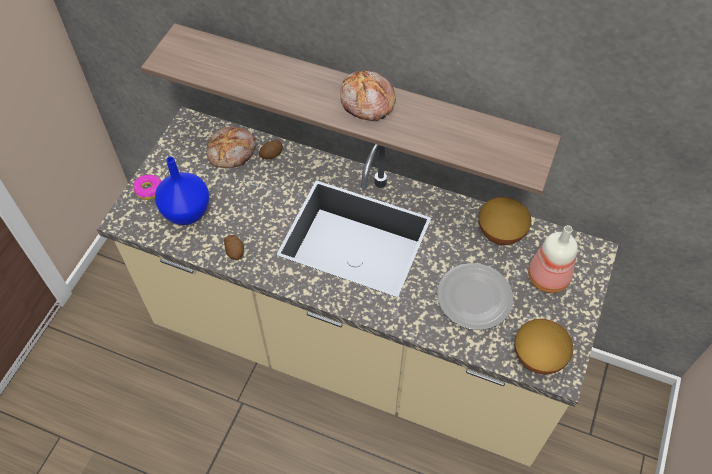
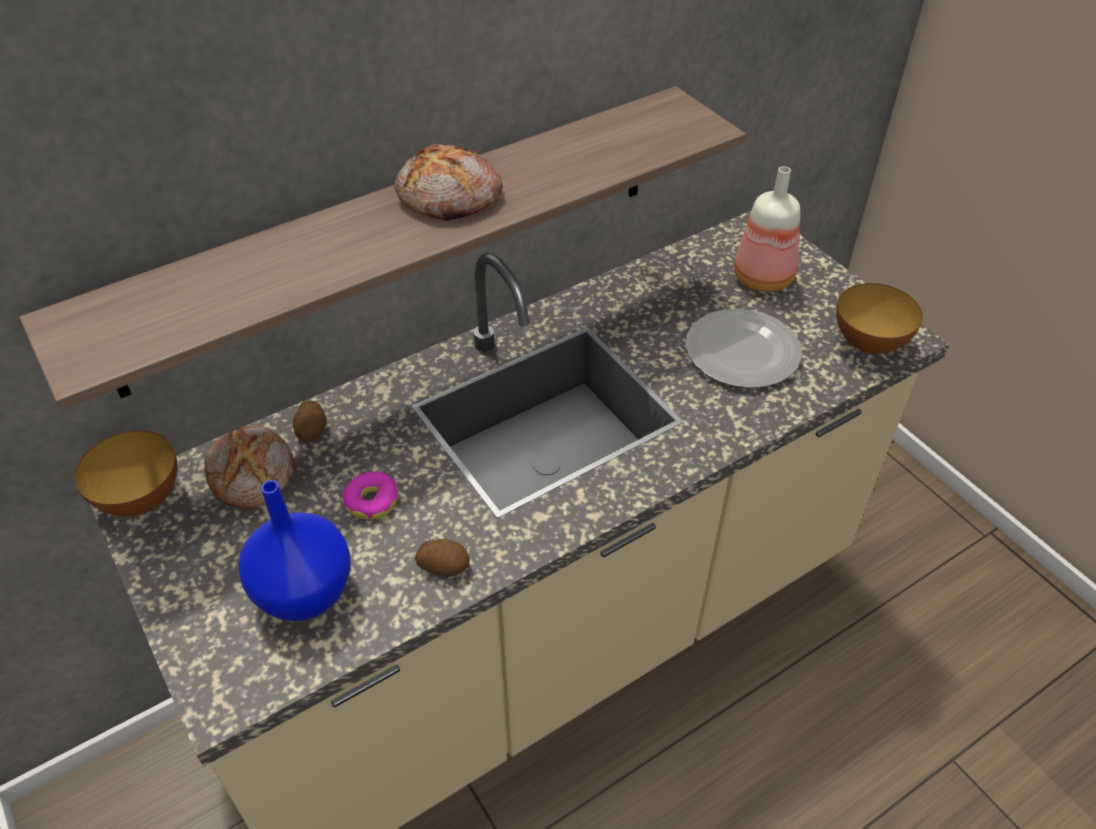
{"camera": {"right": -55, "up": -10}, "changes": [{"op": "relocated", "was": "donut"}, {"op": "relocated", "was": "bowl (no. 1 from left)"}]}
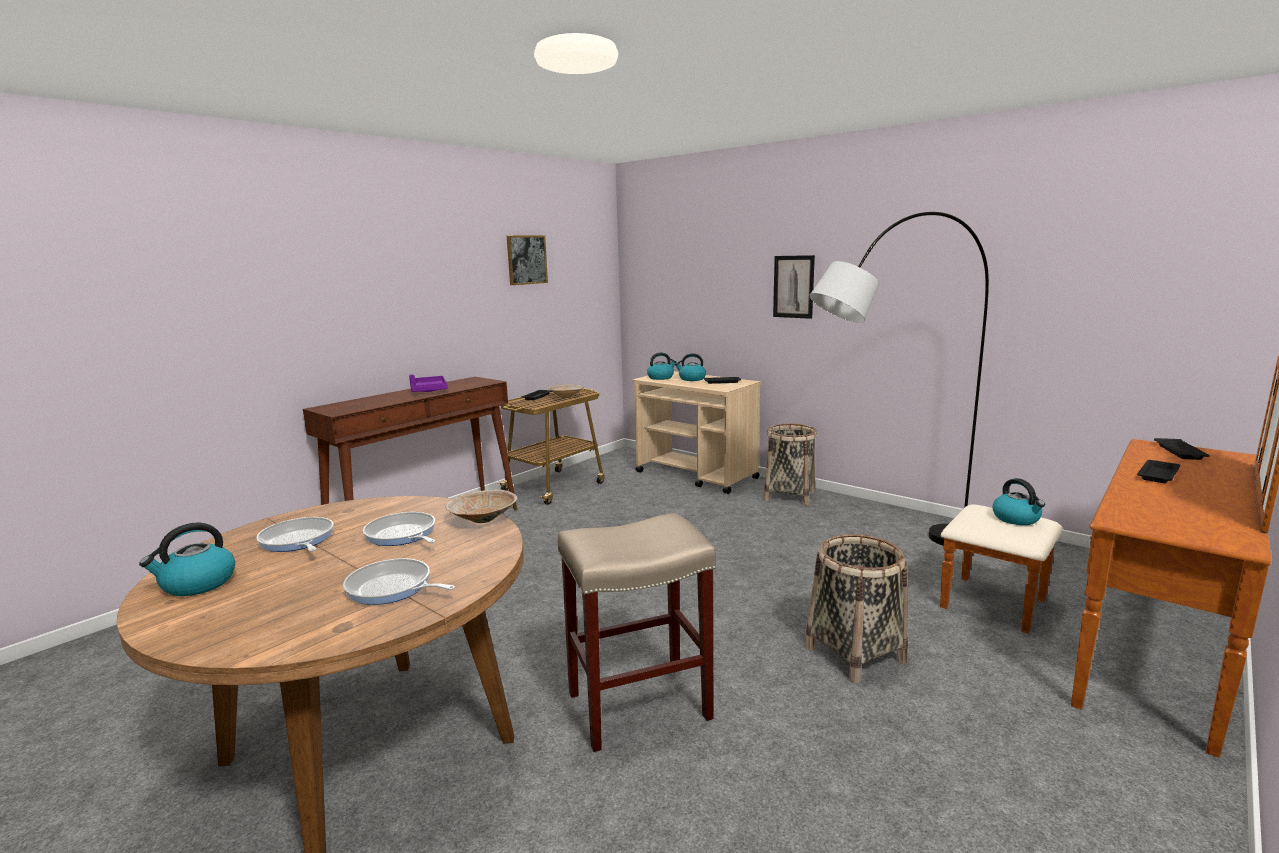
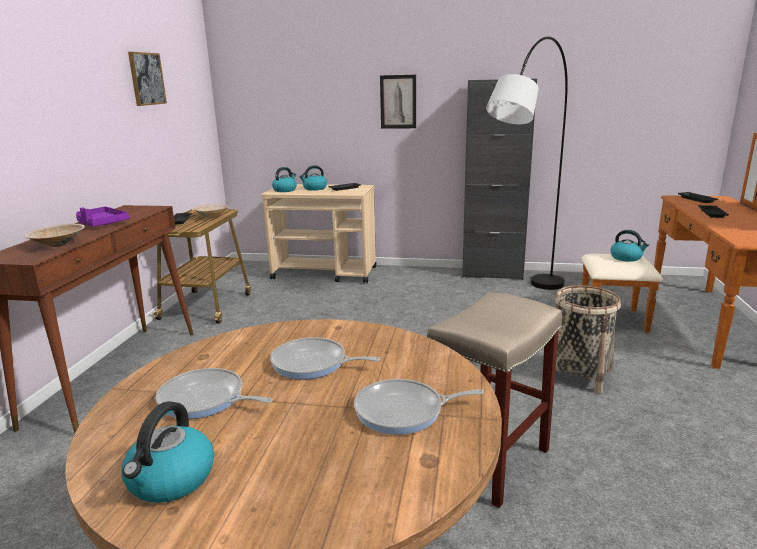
{"camera": {"right": -30, "up": 5}, "changes": [{"op": "relocated", "was": "beige bowl (no. 1 from left)"}, {"op": "missing", "was": "basket (no. 1 from left)"}, {"op": "appeared", "now": "black cabinet"}]}
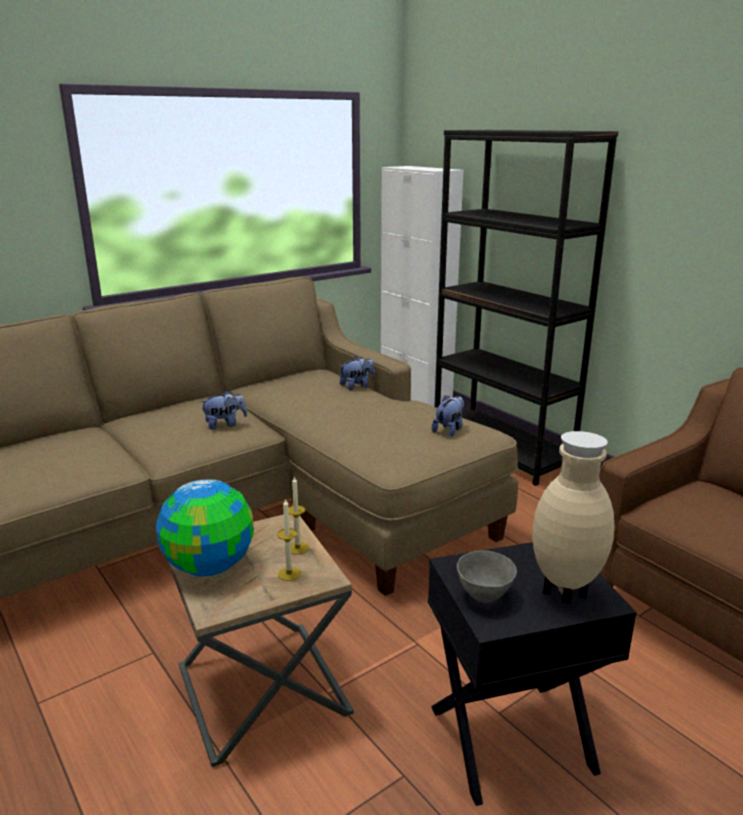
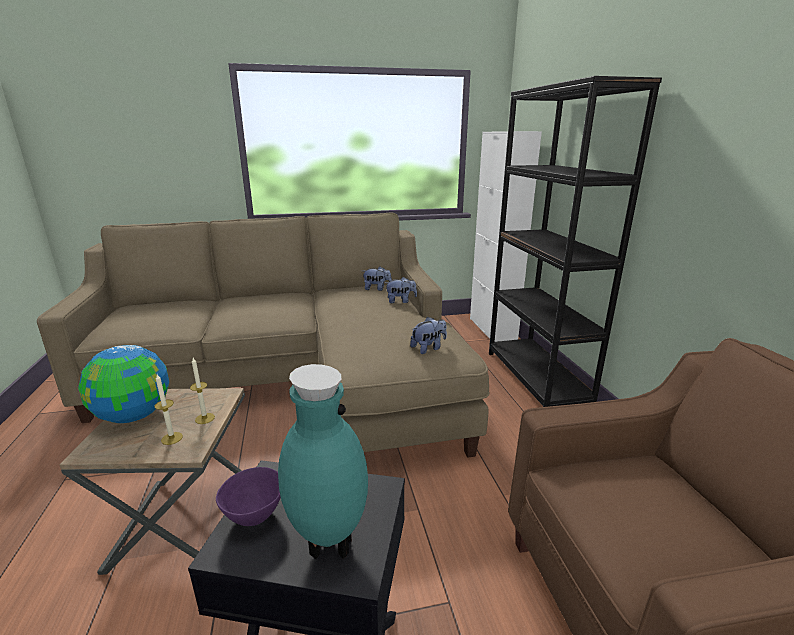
{"camera": {"right": 25, "up": 0}, "changes": [{"op": "relocated", "was": "plush toy (no. 1 from left)"}, {"op": "colour", "was": "grey bowl", "now": "purple bowl"}, {"op": "colour", "was": "beige vase", "now": "turquoise vase"}]}
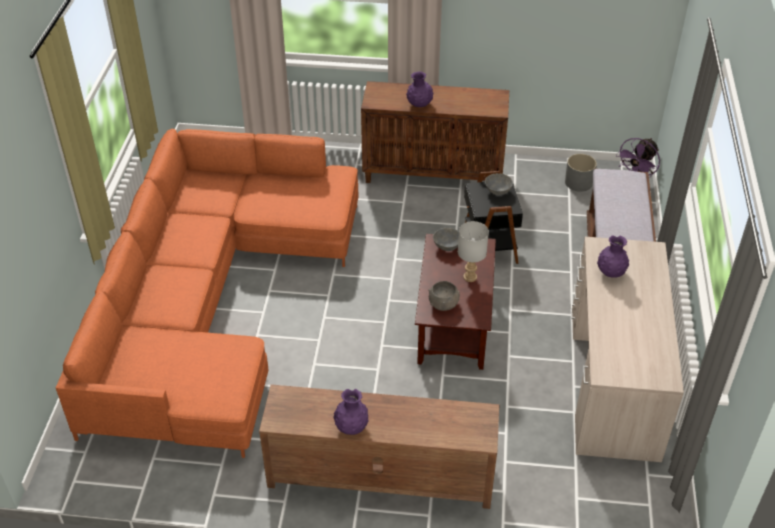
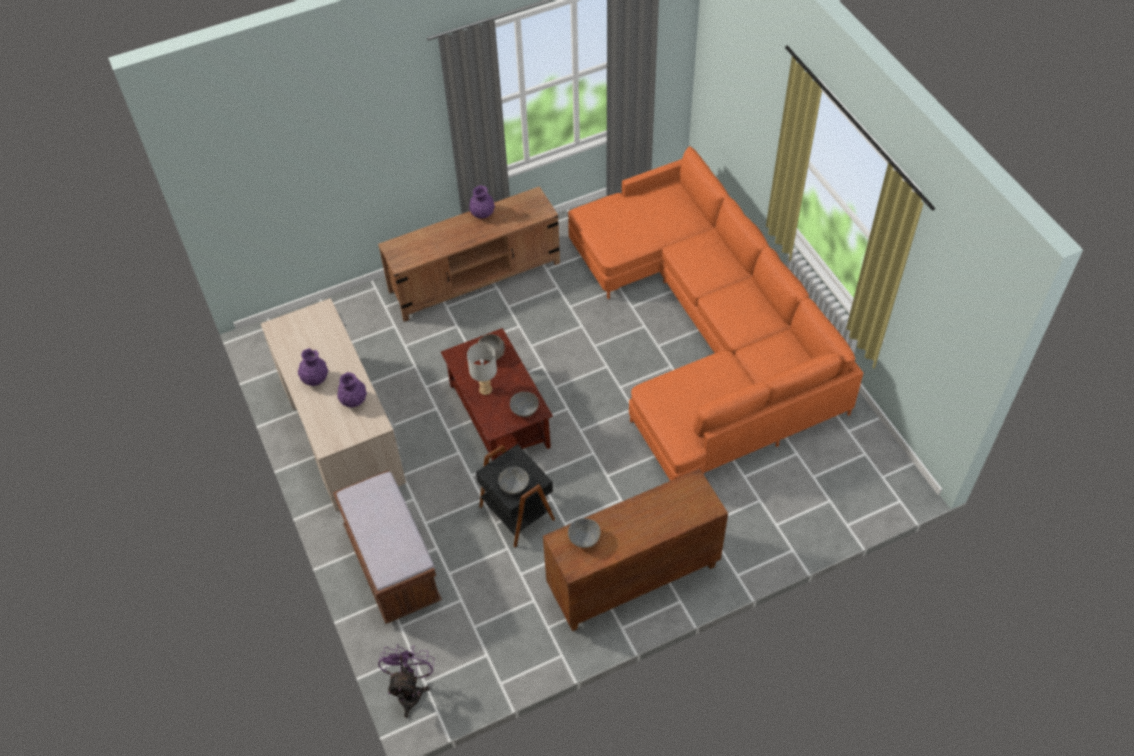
{"camera": {"right": 150, "up": 10}, "changes": [{"op": "relocated", "was": "purple vase (no. 2 from left in the first image)", "now": "purple vase (no. 1 from left)"}, {"op": "missing", "was": "grey planter"}, {"op": "appeared", "now": "grey bowl (no. 4 from left)"}]}
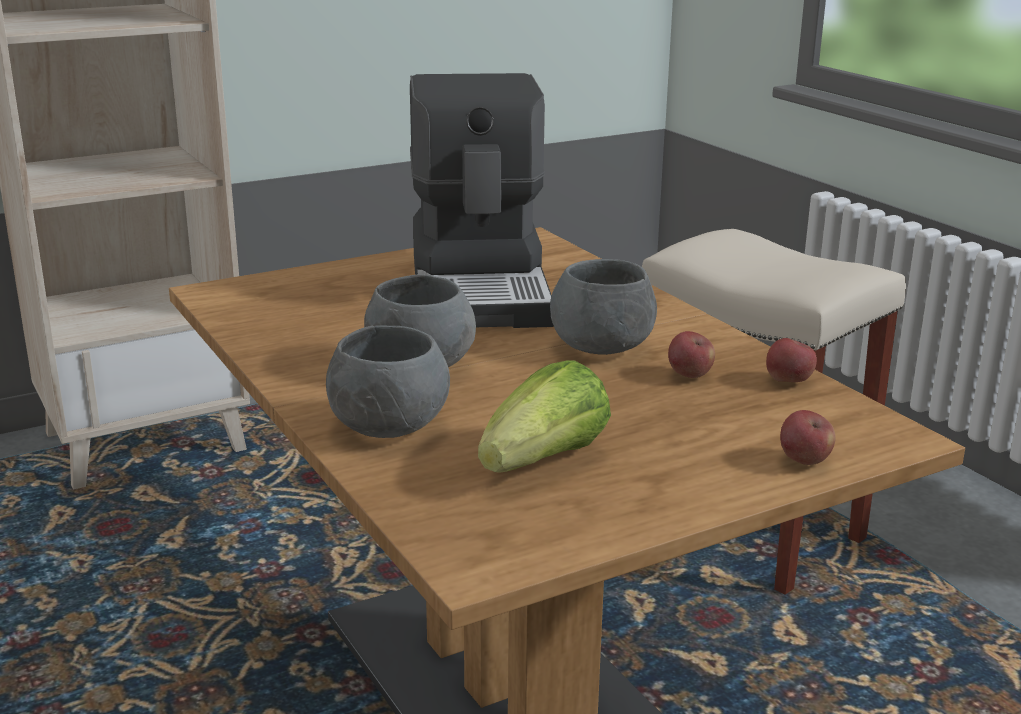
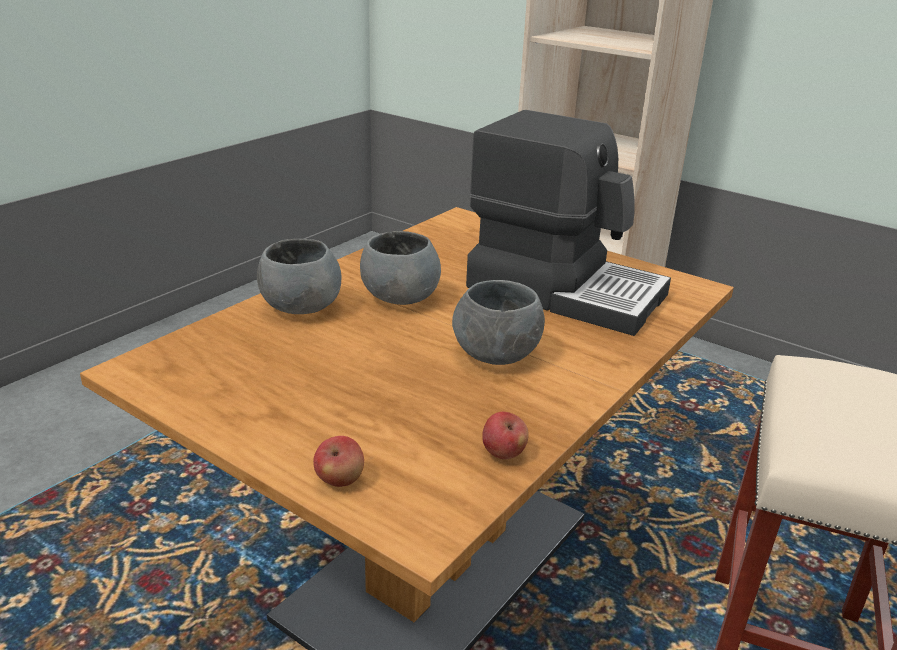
{"camera": {"right": 65, "up": 5}, "changes": [{"op": "spun", "was": "coffee machine", "clockwise": -120}, {"op": "missing", "was": "lettuce"}, {"op": "missing", "was": "apple (no. 1 from left)"}]}
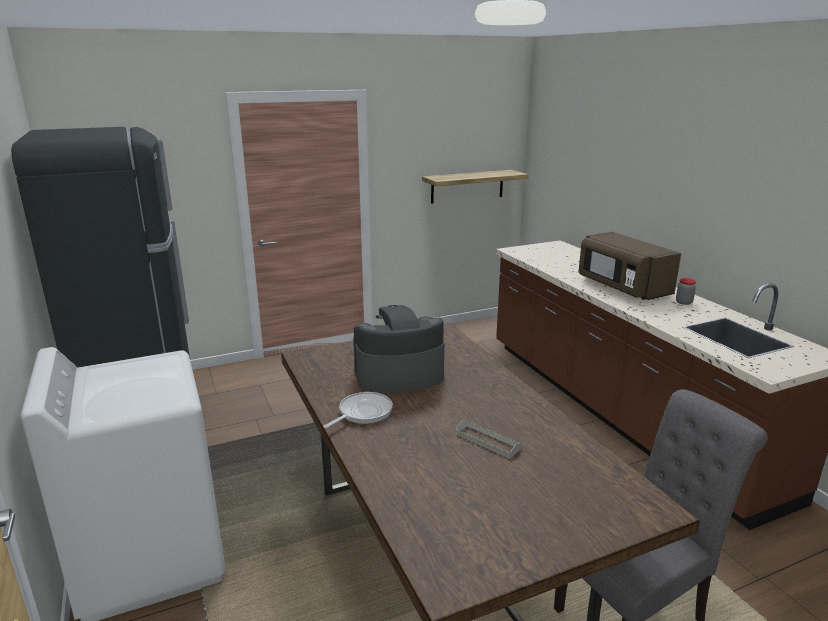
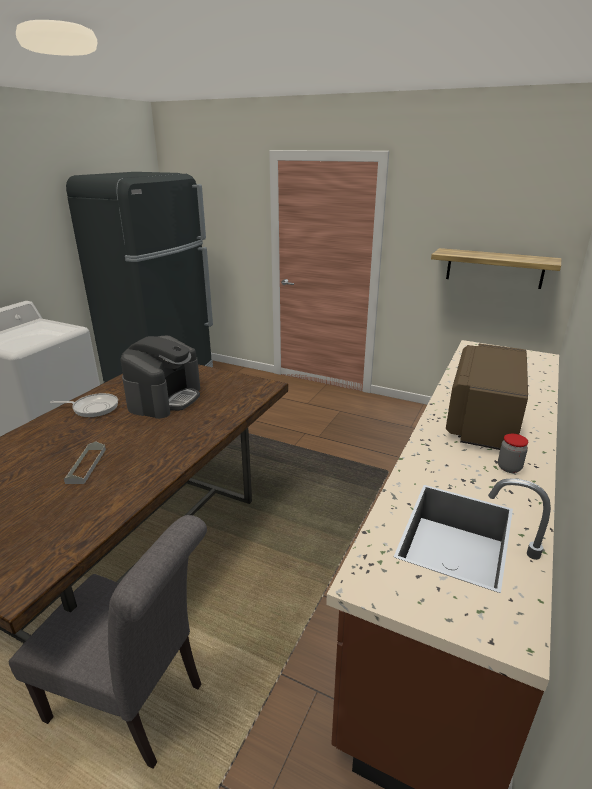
{"camera": {"right": 50, "up": 5}, "changes": [{"op": "spun", "was": "coffee machine", "clockwise": 75}]}
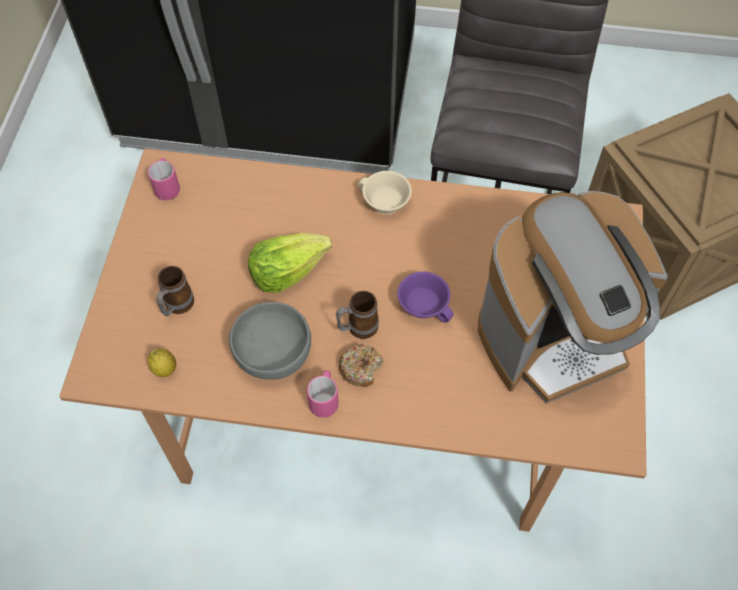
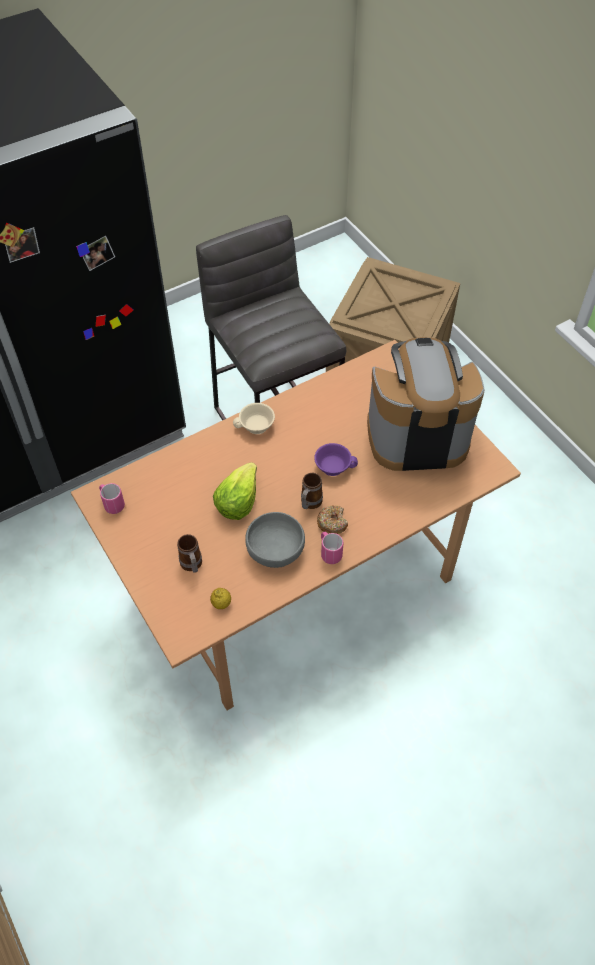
{"camera": {"right": -40, "up": -5}, "changes": [{"op": "spun", "was": "coffee machine", "clockwise": -120}]}
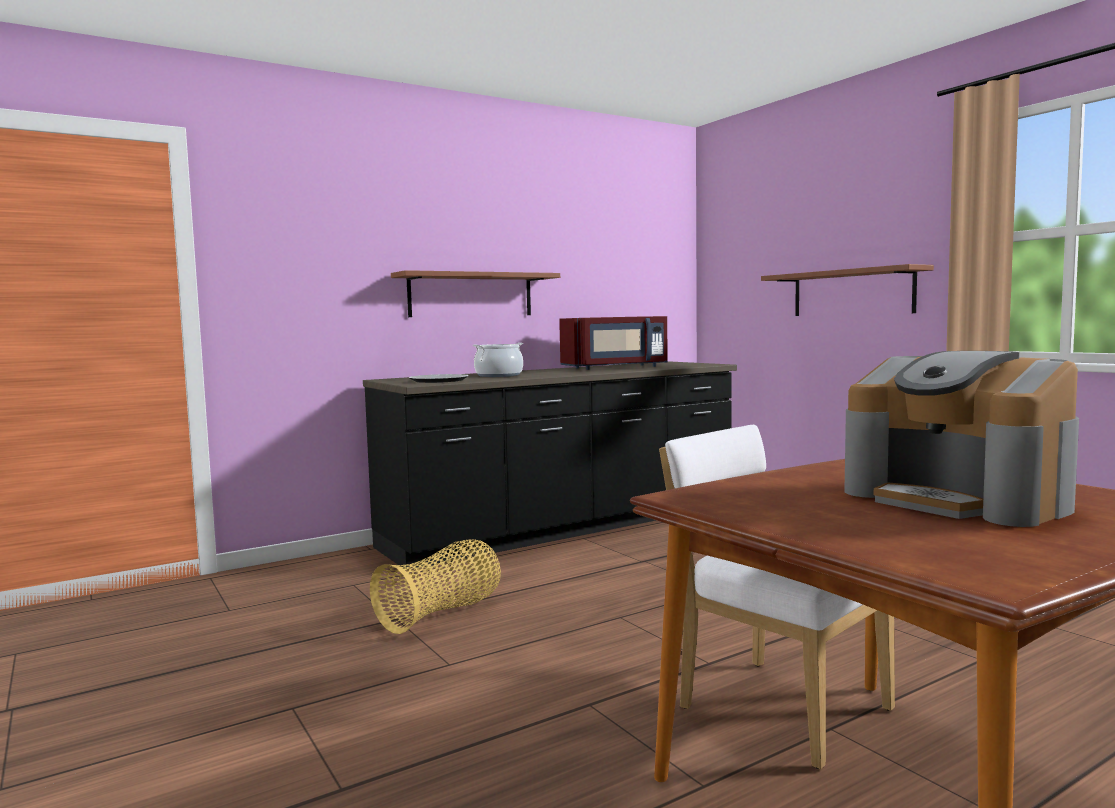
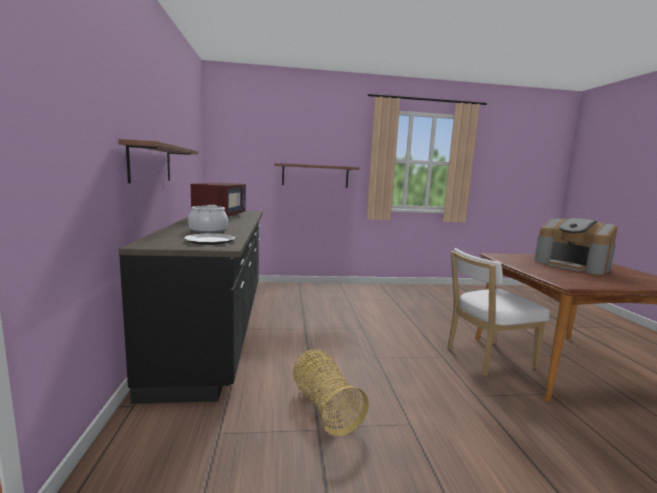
{"camera": {"right": -65, "up": 5}, "changes": [{"op": "spun", "was": "coffee machine", "clockwise": 60}]}
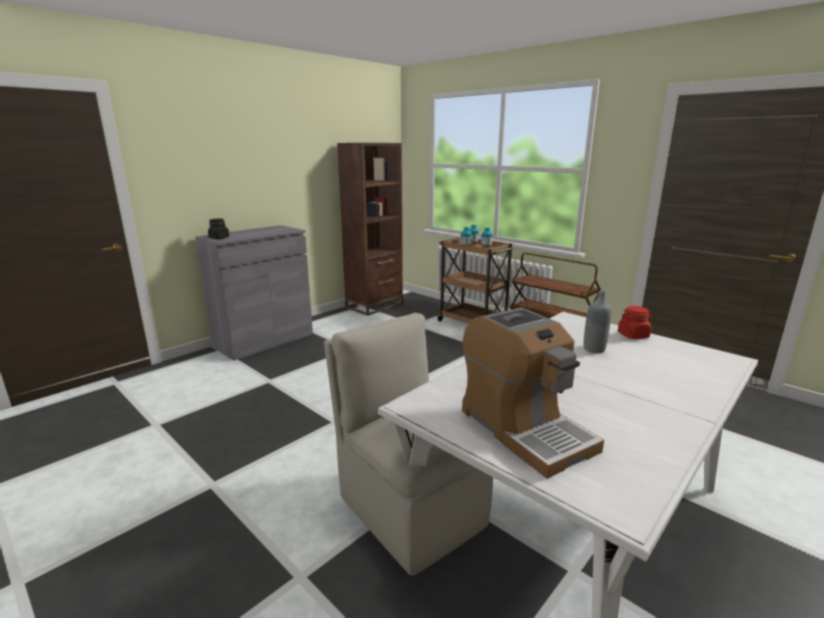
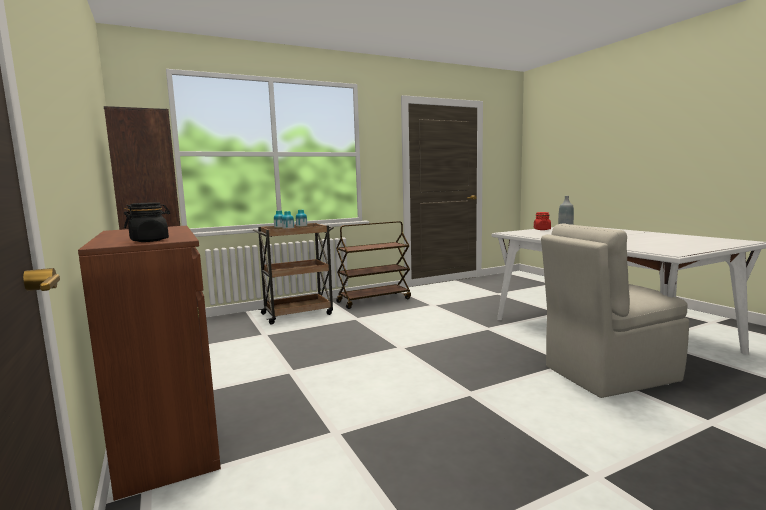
{"camera": {"right": -70, "up": -10}, "changes": [{"op": "colour", "was": "grey cabinet", "now": "brown cabinet"}, {"op": "missing", "was": "coffee machine"}]}
